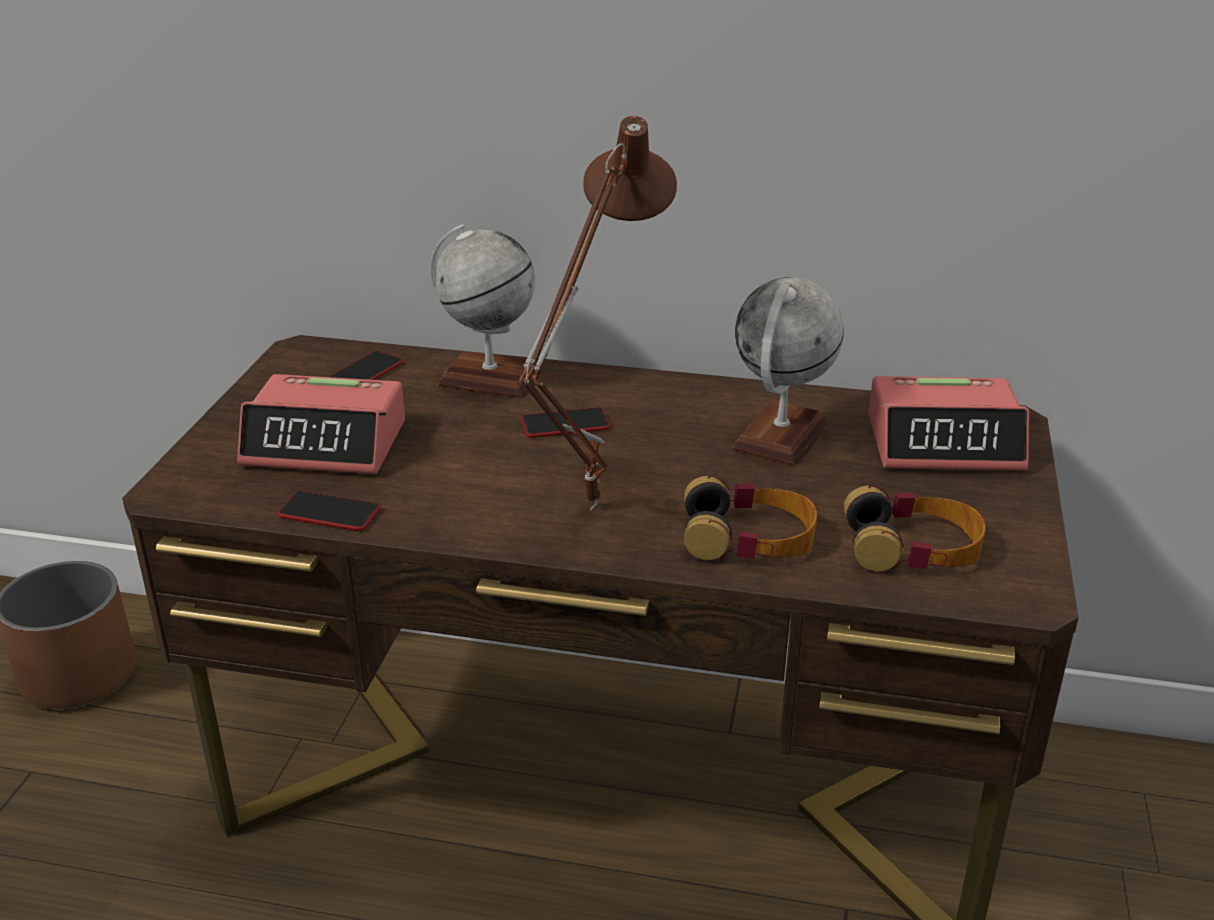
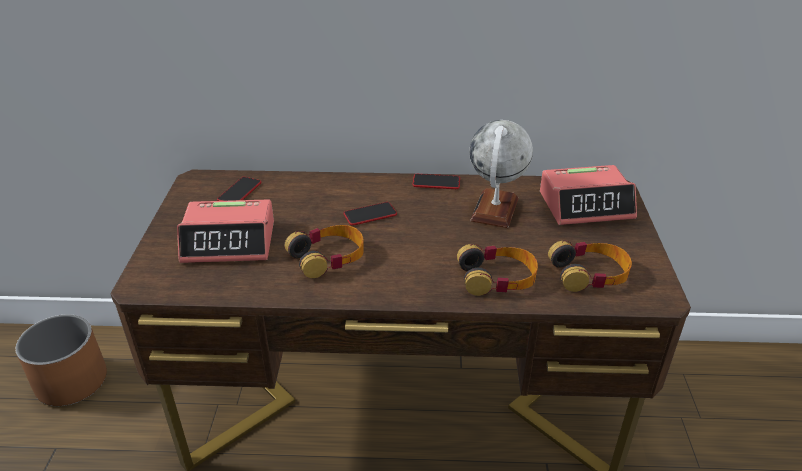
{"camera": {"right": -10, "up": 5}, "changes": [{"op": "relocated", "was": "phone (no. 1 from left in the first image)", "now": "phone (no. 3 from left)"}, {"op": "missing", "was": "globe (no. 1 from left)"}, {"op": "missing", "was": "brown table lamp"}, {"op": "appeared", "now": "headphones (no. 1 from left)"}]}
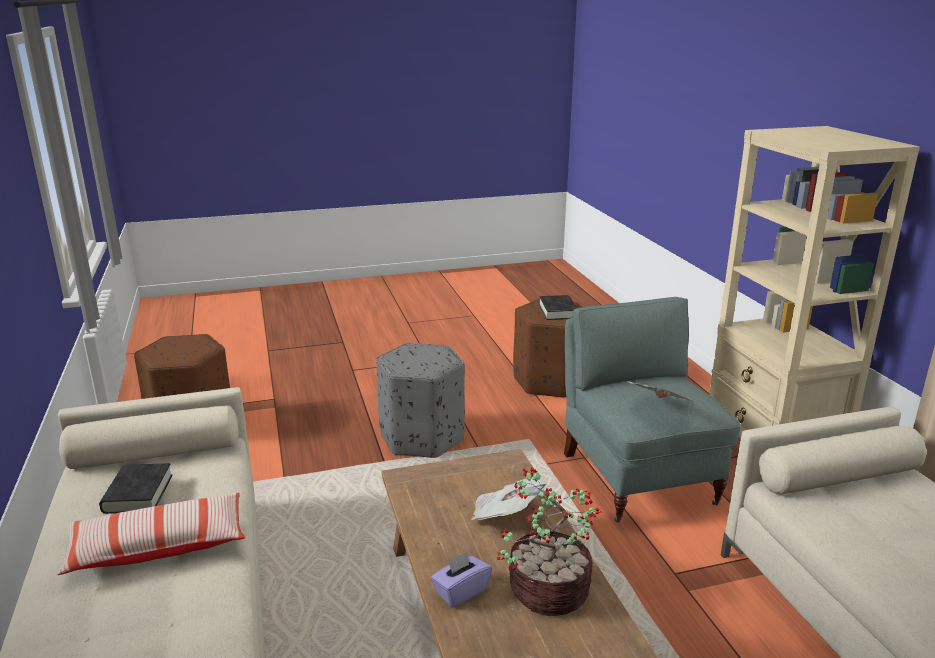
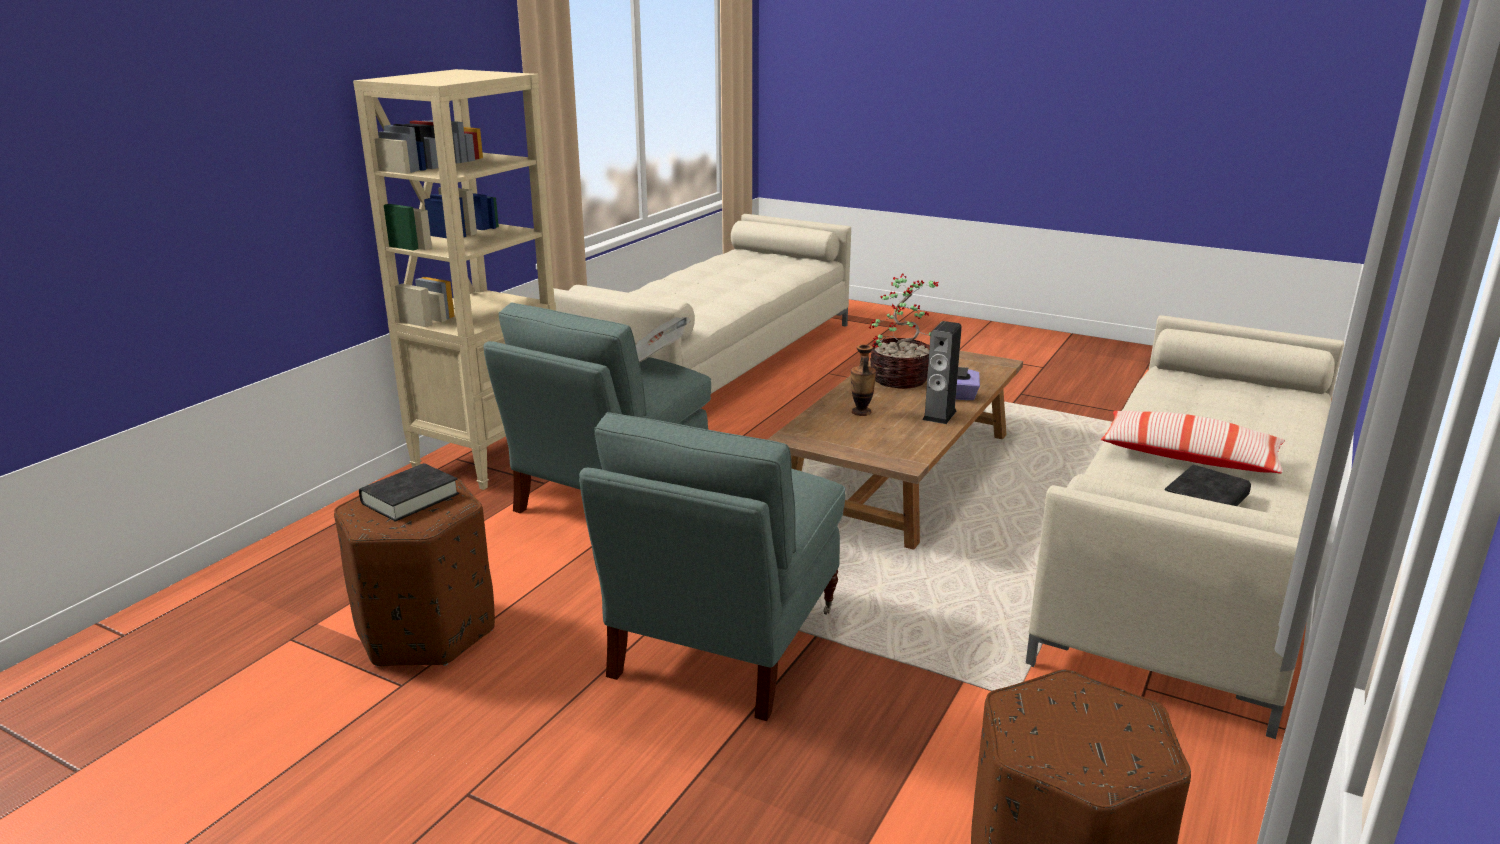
{"camera": {"right": -135, "up": 0}, "changes": [{"op": "exchanged", "was": "grey ottoman", "now": "grey armchair (no. 2 from left)"}, {"op": "exchanged", "was": "newspaper (no. 1 from left)", "now": "vase"}, {"op": "appeared", "now": "speaker"}]}
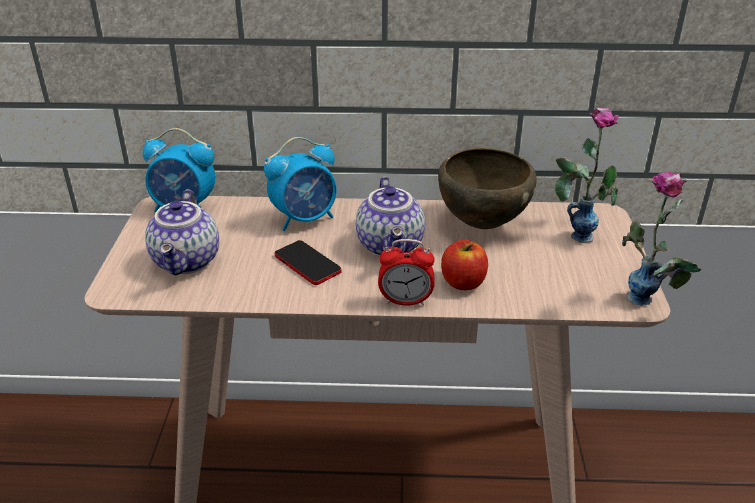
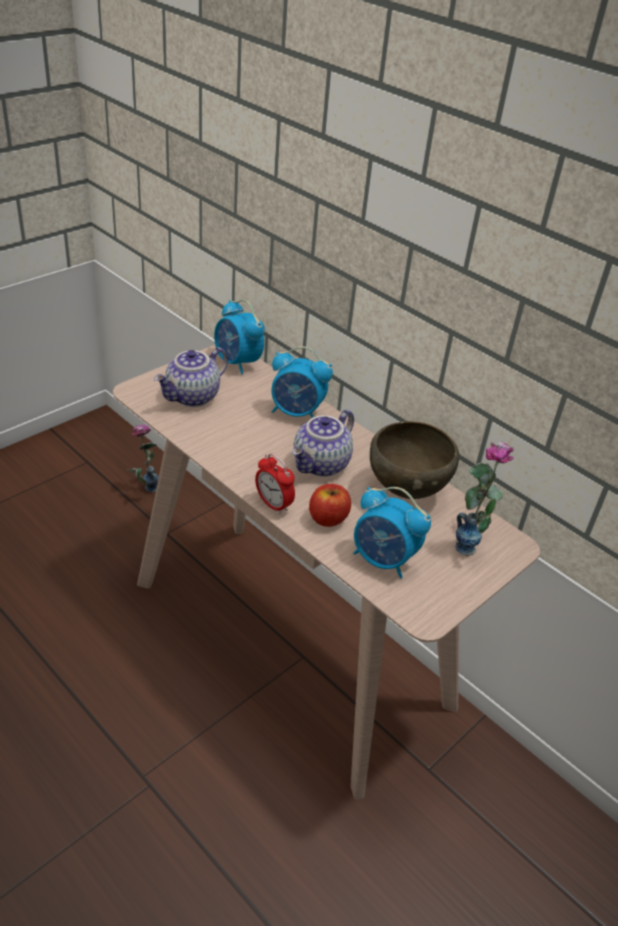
{"camera": {"right": 40, "up": 5}, "changes": [{"op": "missing", "was": "phone"}, {"op": "relocated", "was": "vase (no. 2 from left in the first image)", "now": "vase (no. 1 from left)"}, {"op": "appeared", "now": "alarm clock (no. 4 from left)"}]}
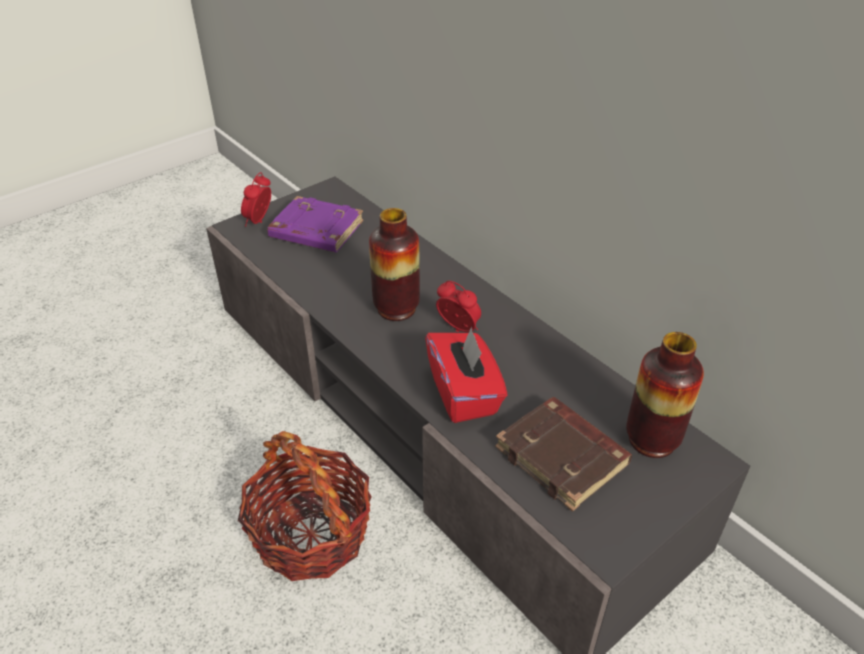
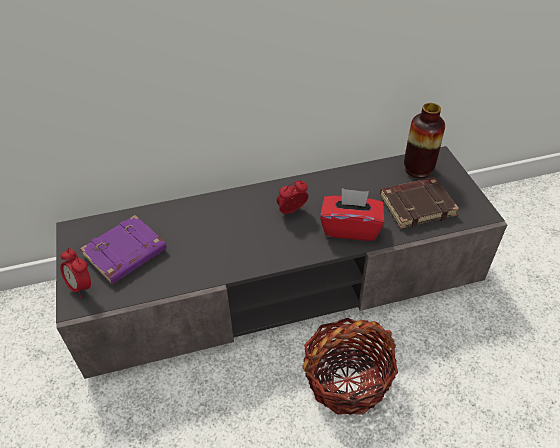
{"camera": {"right": -65, "up": 5}, "changes": [{"op": "missing", "was": "vase (no. 1 from left)"}]}
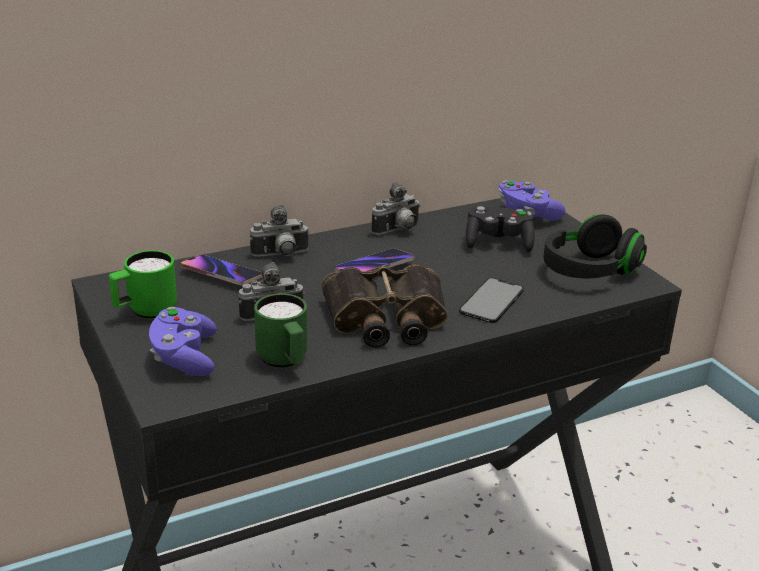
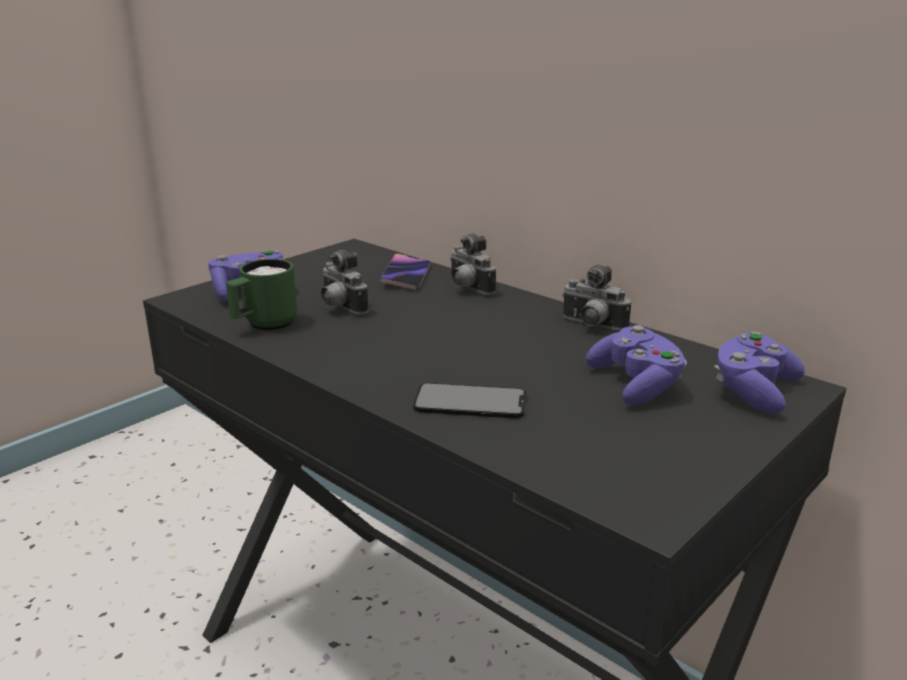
{"camera": {"right": 70, "up": -5}, "changes": [{"op": "missing", "was": "green mug (no. 1 from left)"}, {"op": "missing", "was": "binoculars"}, {"op": "missing", "was": "phone (no. 2 from left)"}, {"op": "colour", "was": "black game controller", "now": "purple game controller (no. 2 from left)"}, {"op": "missing", "was": "black headphones"}]}
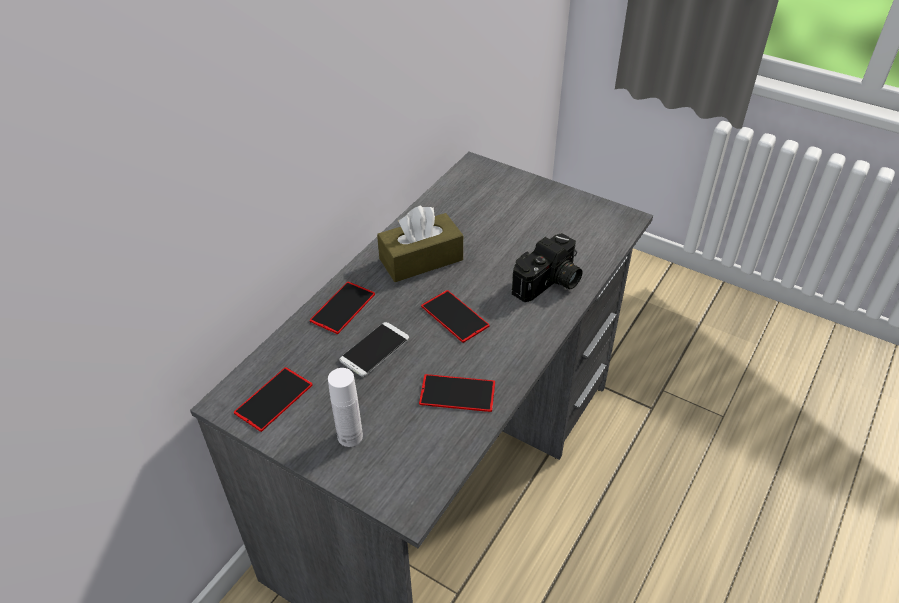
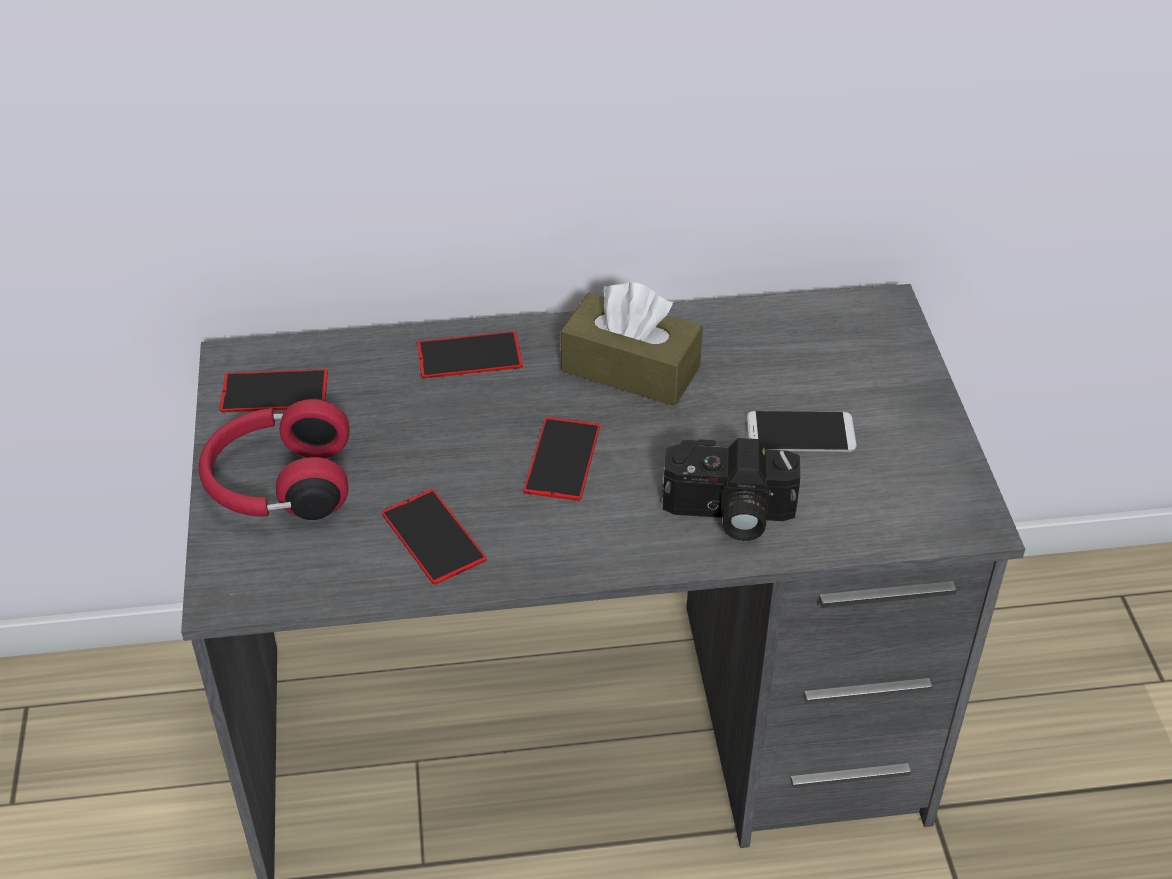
{"camera": {"right": 50, "up": 0}, "changes": [{"op": "exchanged", "was": "white bottle", "now": "red headphones"}, {"op": "relocated", "was": "phone (no. 3 from left in the first image)", "now": "phone (no. 5 from left)"}]}
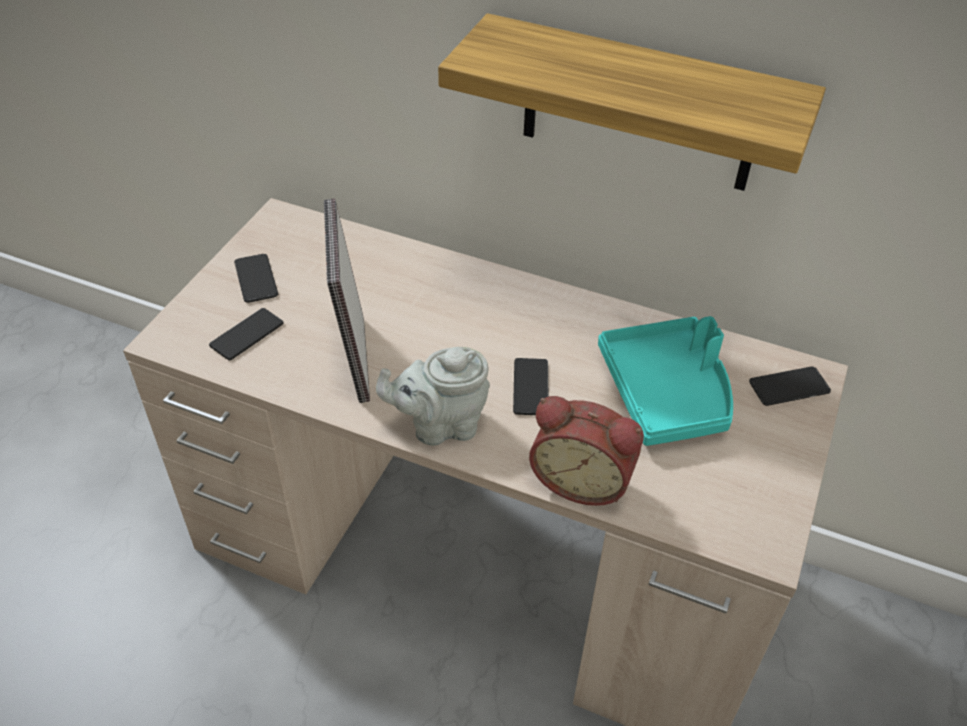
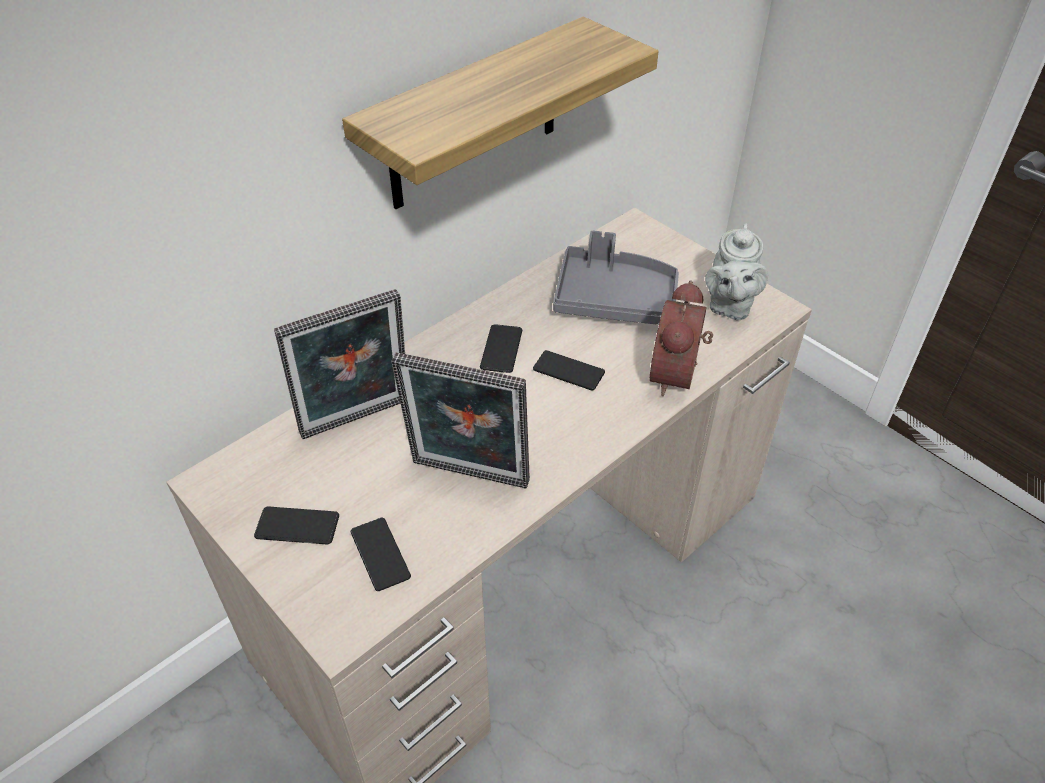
{"camera": {"right": -65, "up": 0}, "changes": [{"op": "relocated", "was": "grey teapot"}, {"op": "spun", "was": "alarm clock", "clockwise": 150}, {"op": "colour", "was": "turquoise tray", "now": "grey tray"}, {"op": "relocated", "was": "phone (no. 4 from left in the first image)", "now": "phone (no. 3 from left)"}, {"op": "appeared", "now": "picture frame (no. 1 from left)"}]}
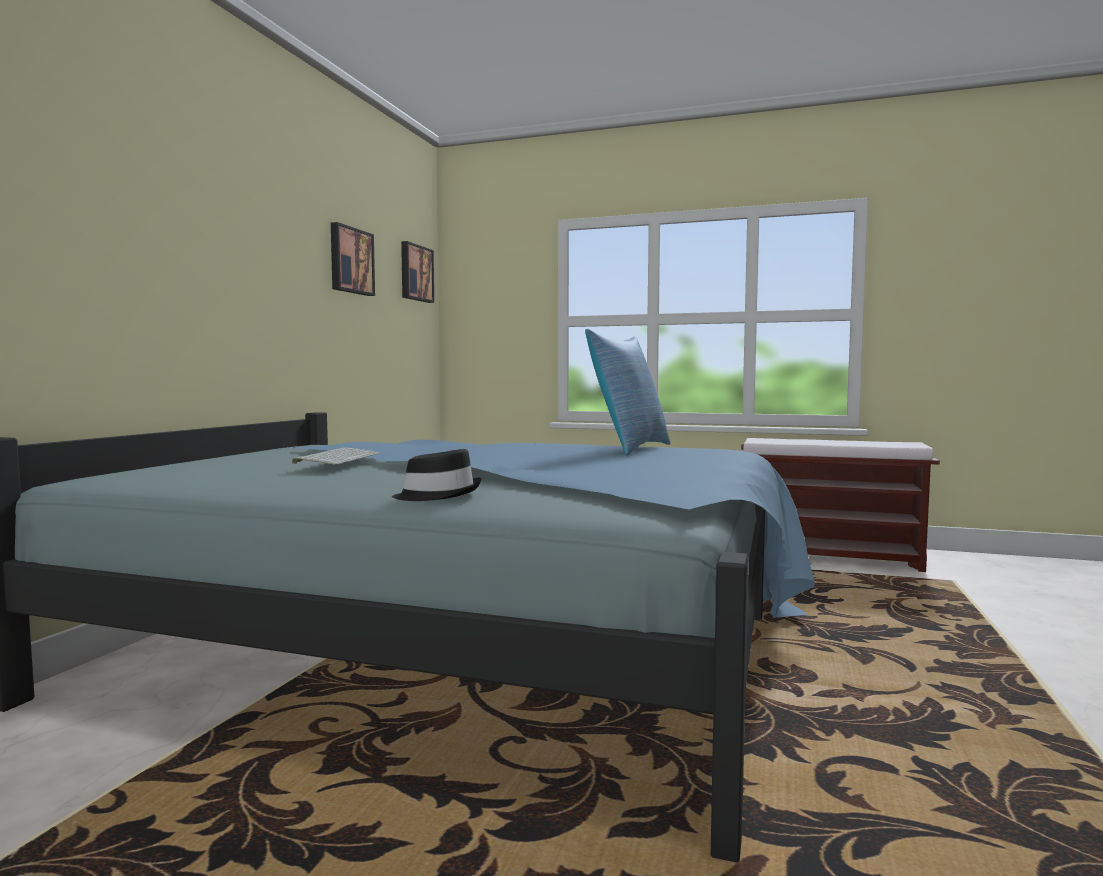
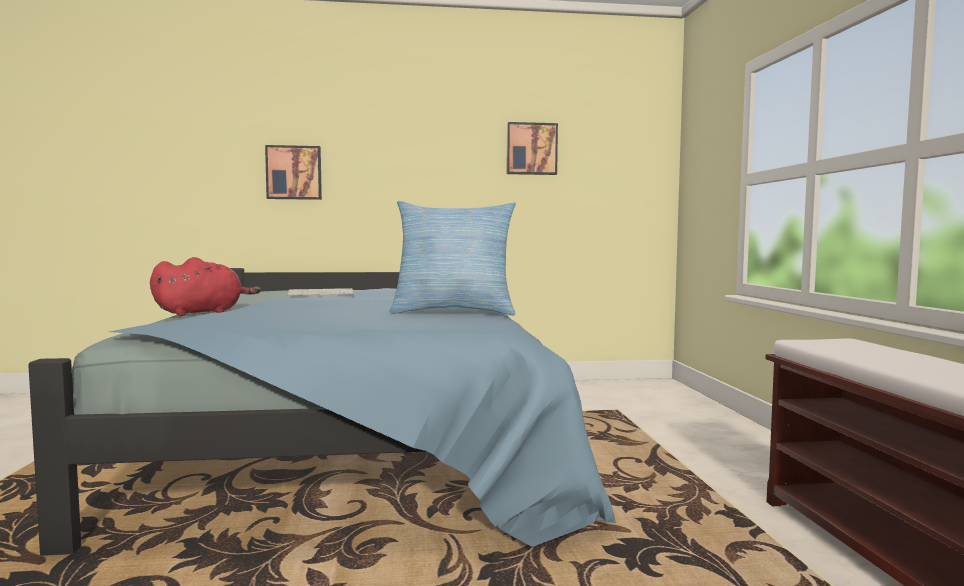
{"camera": {"right": 65, "up": 0}, "changes": [{"op": "exchanged", "was": "black hat", "now": "red plush toy"}, {"op": "relocated", "was": "picture (no. 2 from left in the first image)", "now": "picture (no. 1 from left)"}]}
